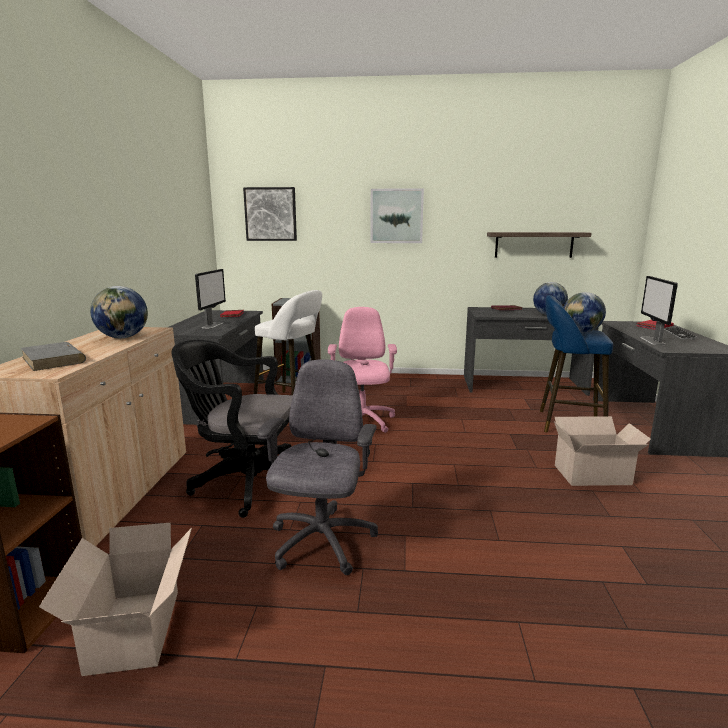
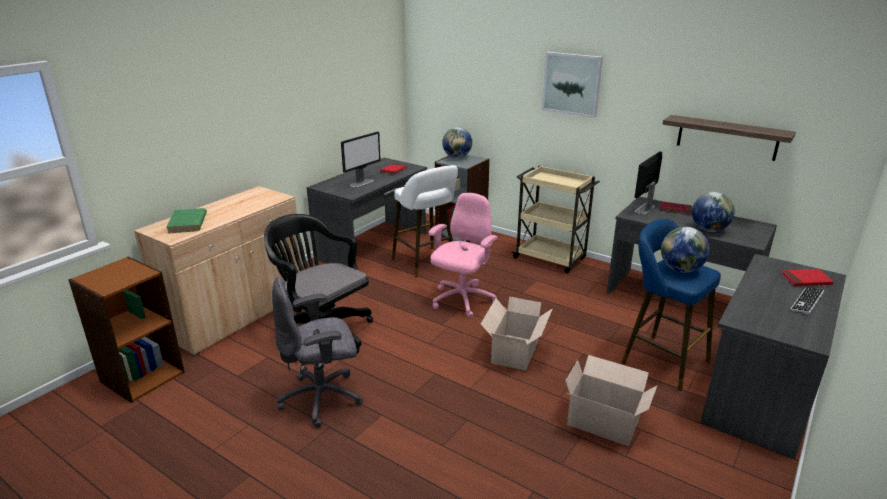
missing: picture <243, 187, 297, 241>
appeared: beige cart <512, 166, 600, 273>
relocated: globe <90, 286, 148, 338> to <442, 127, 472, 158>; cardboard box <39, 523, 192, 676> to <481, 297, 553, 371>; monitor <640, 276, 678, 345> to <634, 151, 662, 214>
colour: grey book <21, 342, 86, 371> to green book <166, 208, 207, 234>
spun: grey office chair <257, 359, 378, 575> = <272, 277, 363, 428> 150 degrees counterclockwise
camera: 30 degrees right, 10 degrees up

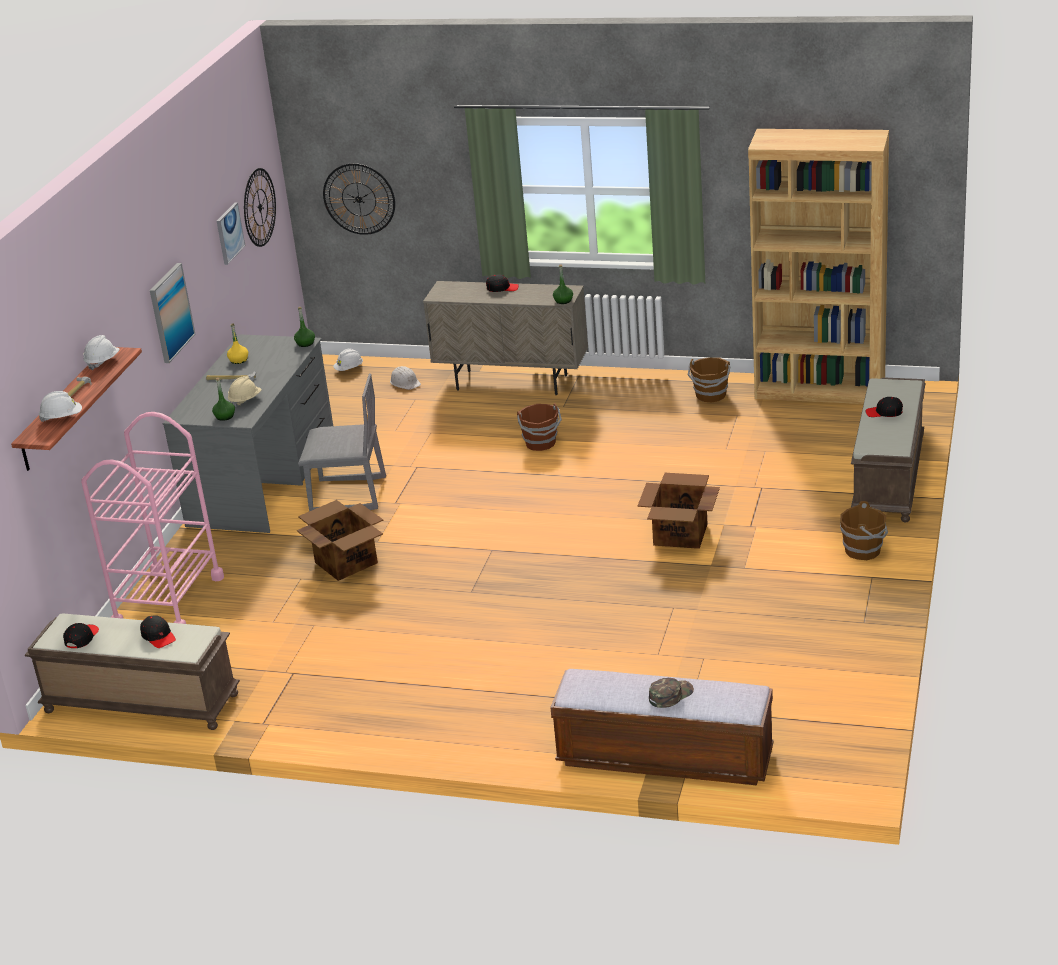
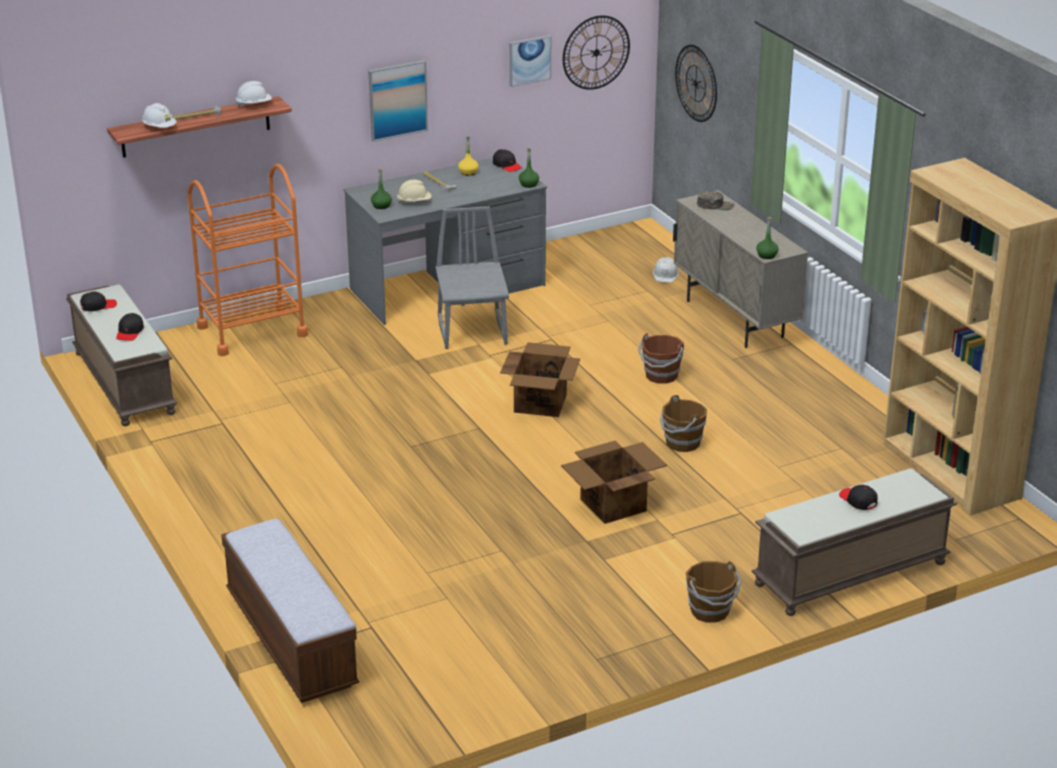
missing: white hard hat <333, 348, 363, 371>
relocated: black cap <486, 275, 519, 292> to <493, 149, 522, 172>; cardboard box <297, 500, 384, 581> to <500, 342, 580, 417>; brown bucket <688, 357, 731, 402> to <660, 395, 707, 452>; green cap <649, 678, 694, 708> to <697, 191, 735, 211>
colour: pink cart <81, 412, 224, 624> to orange cart <187, 164, 308, 356>
spun: grey chair <298, 373, 386, 511> = <435, 206, 509, 349> 150 degrees counterclockwise
camera: 45 degrees right, 0 degrees up

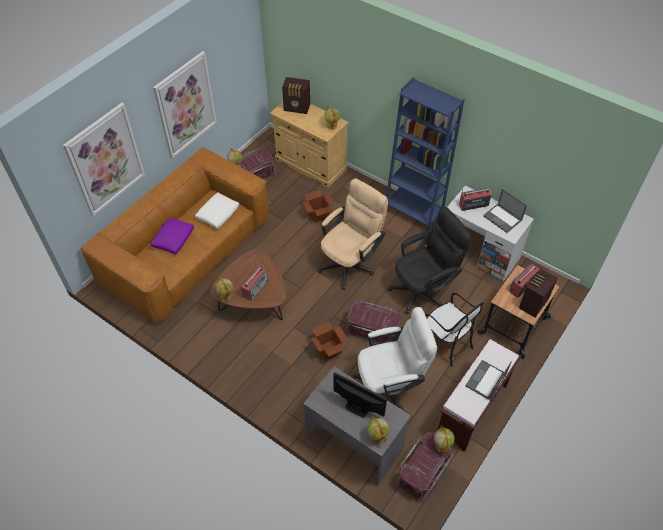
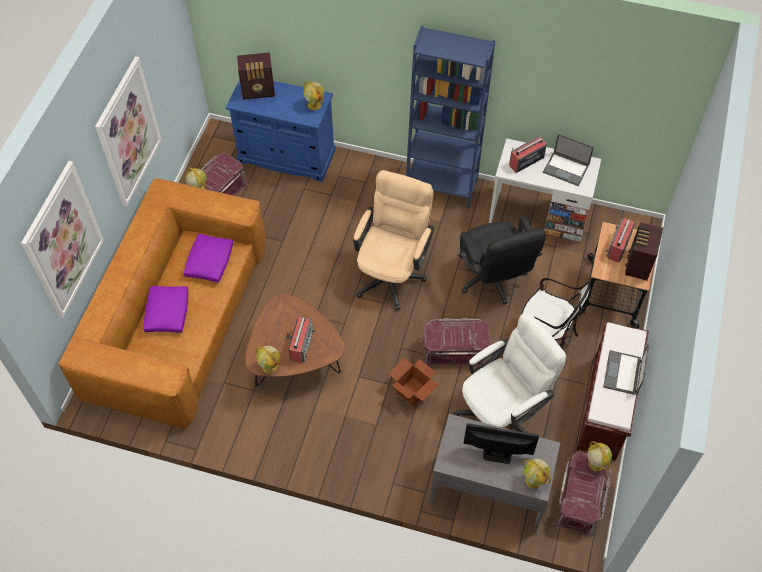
missing: cardboard box <302, 190, 334, 223>
colour: white pillow <195, 193, 239, 229> to purple pillow <183, 234, 233, 283>; beige cabinet <270, 102, 349, 188> to blue cabinet <226, 79, 335, 182>
spun: black office chair <388, 207, 472, 314> = <458, 215, 546, 305> 120 degrees clockwise
camera: 20 degrees left, 5 degrees up

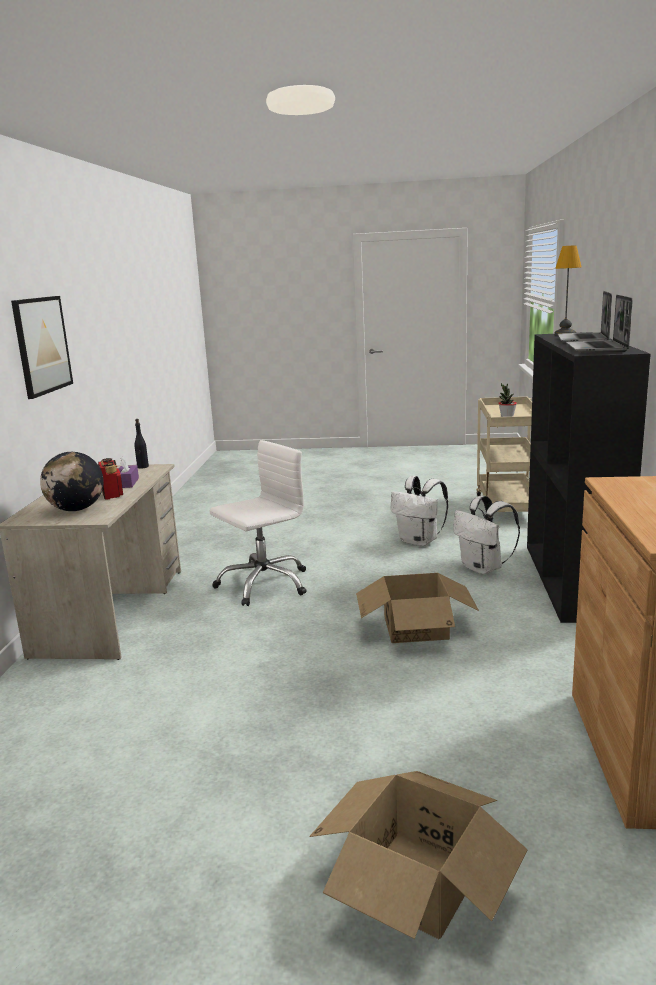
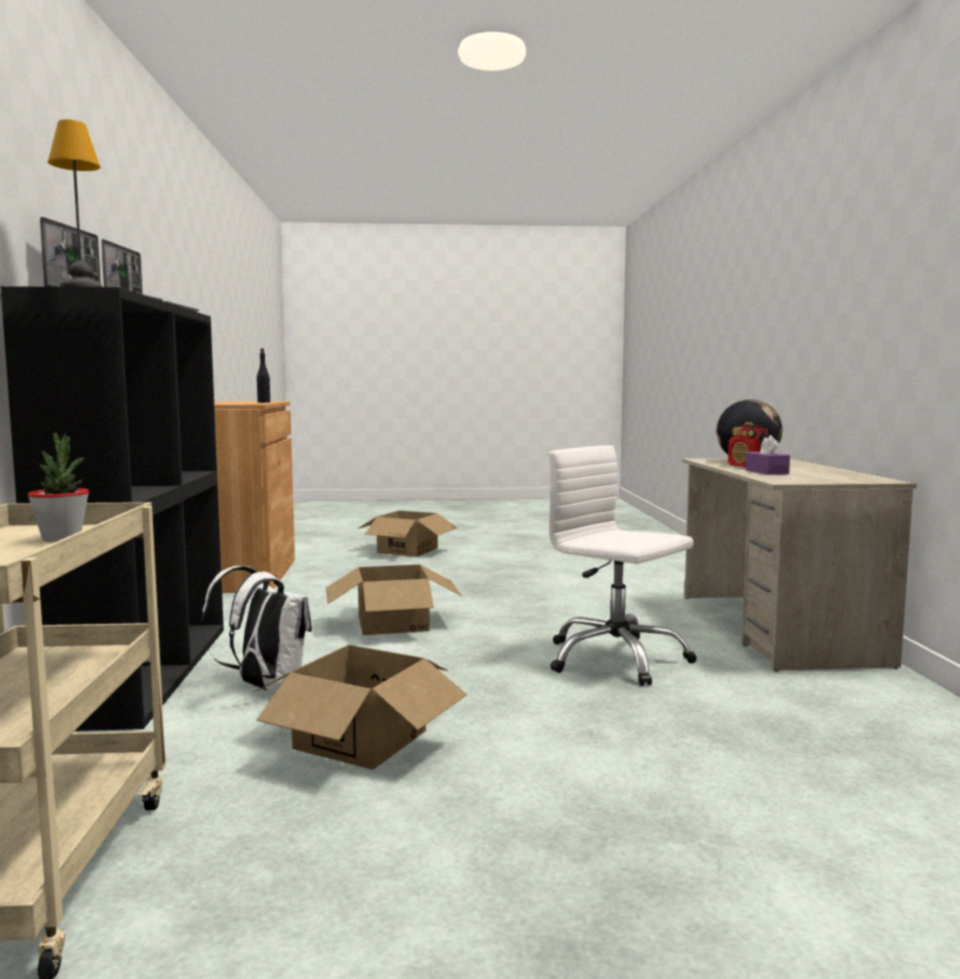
missing: picture <11, 296, 73, 399>
relocated: black bottle <134, 419, 149, 469> to <257, 348, 270, 403>
exchanged: white backpack <391, 476, 448, 546> to cardboard box <254, 645, 467, 769>
spun: white office chair <210, 440, 307, 606> = <549, 445, 697, 686> 90 degrees clockwise
camera: 170 degrees right, 10 degrees down

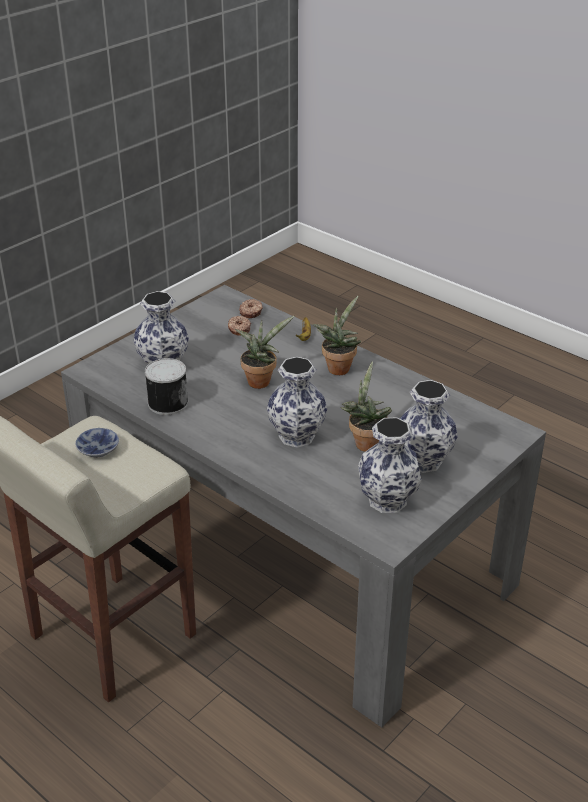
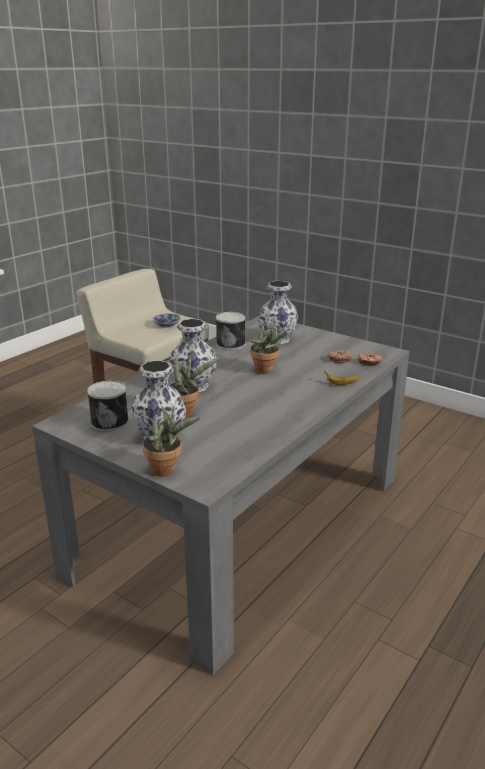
relocated: potted plant <312, 296, 361, 375> to <142, 405, 201, 477>
exchanged: vase <358, 418, 421, 513> to can <87, 381, 129, 431>
camera: 85 degrees right, 10 degrees down

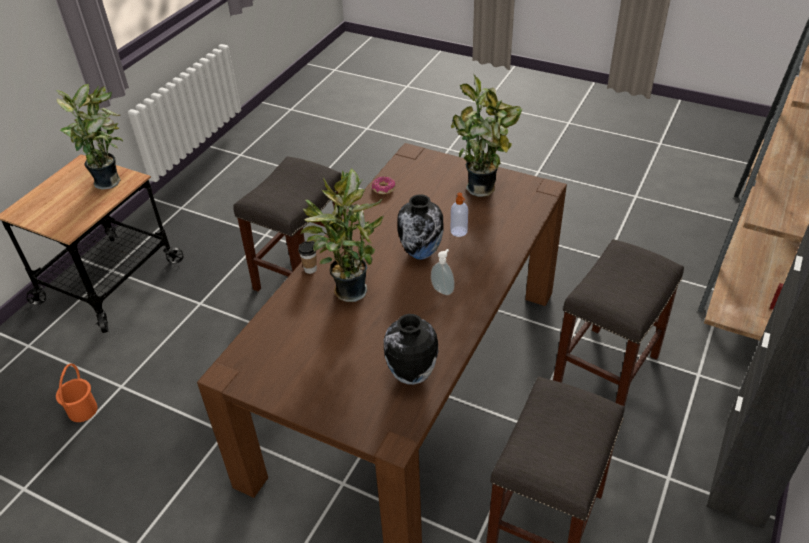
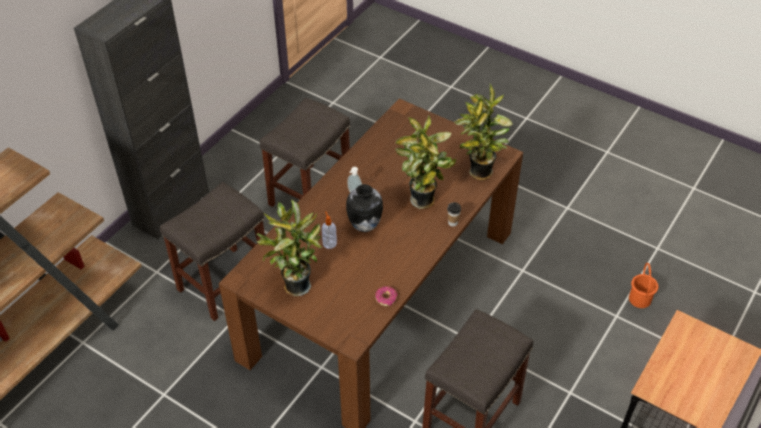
missing: vase <384, 314, 438, 385>
relocated: potted plant <54, 84, 123, 189> to <454, 84, 512, 180>
camera: 175 degrees left, 5 degrees up

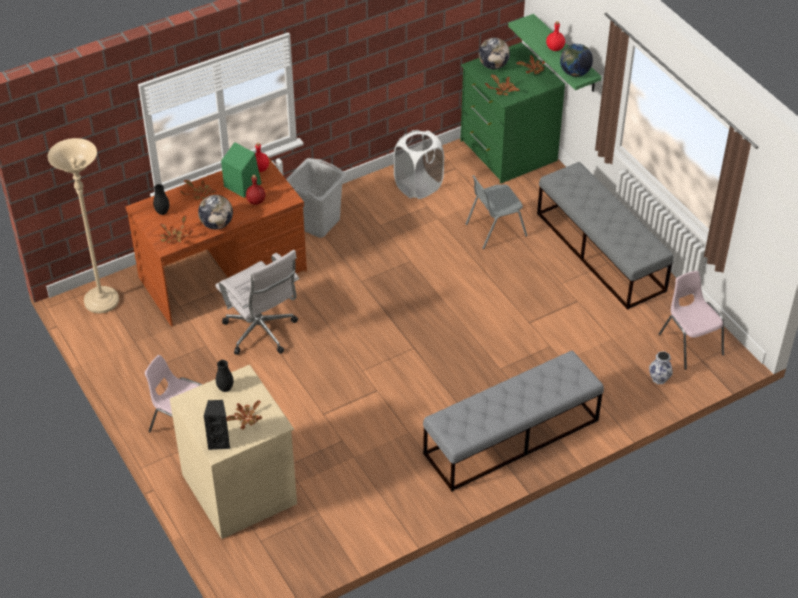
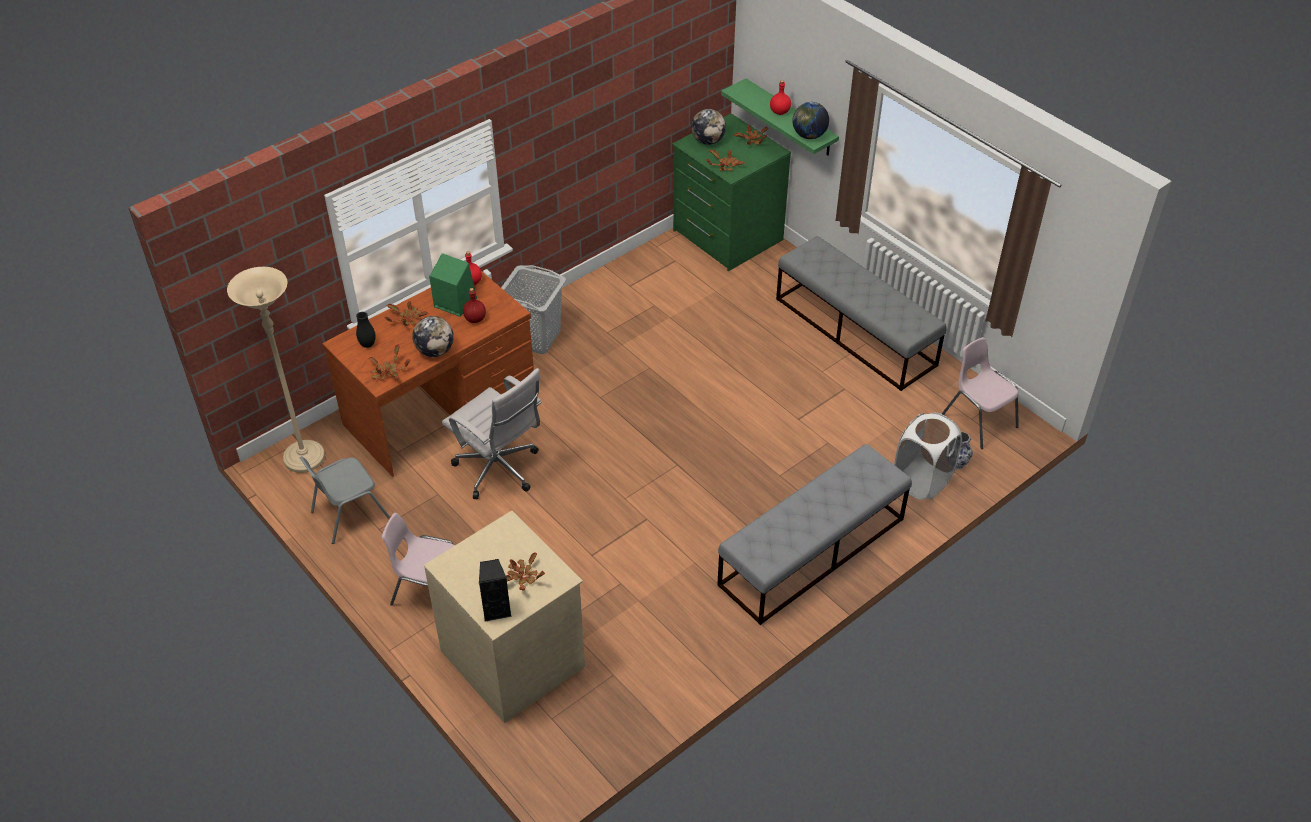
missing: black vase <216, 360, 234, 392>
relocated: grey chair <466, 175, 527, 249> to <299, 456, 390, 544>; white laundry basket <394, 130, 444, 199> to <894, 412, 962, 500>
camera: 10 degrees left, 0 degrees up

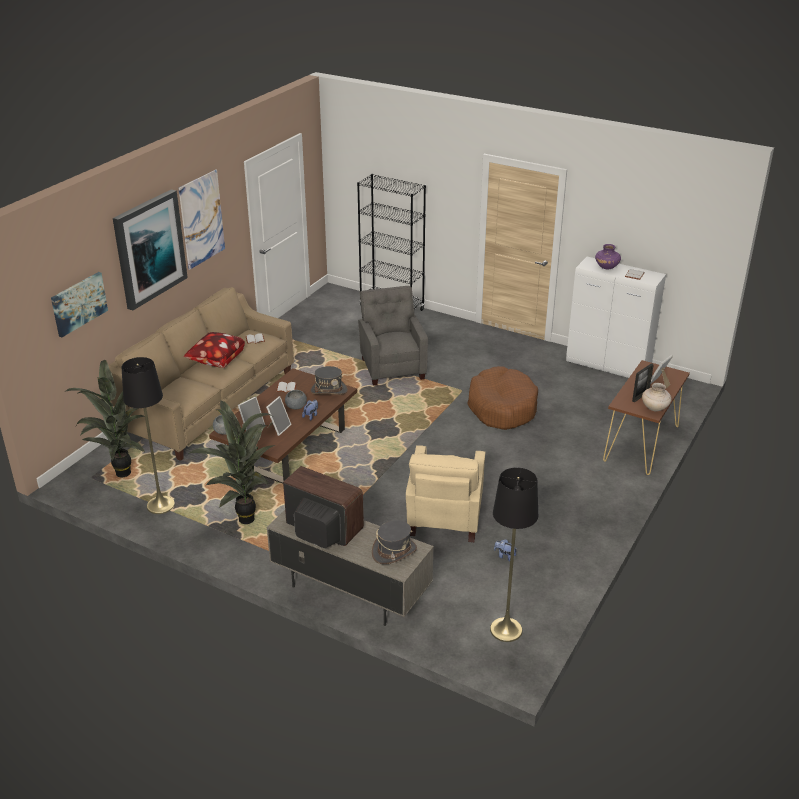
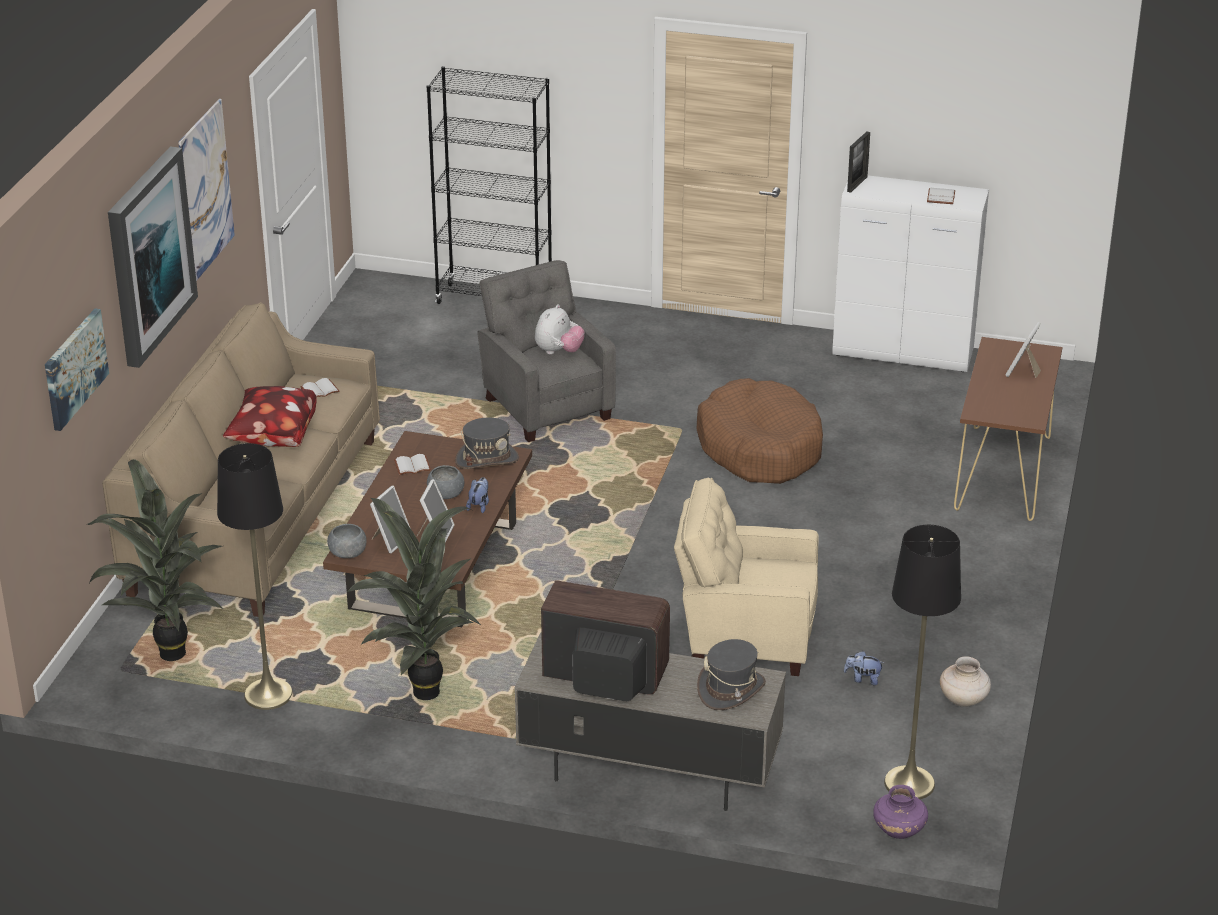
appeared: plush toy <535, 304, 585, 354>
relocated: picture frame <632, 363, 654, 402> to <847, 132, 870, 193>; purple vase <595, 244, 621, 269> to <873, 785, 928, 839>; beige vase <642, 383, 671, 411> to <940, 656, 991, 707>
spun: beige armchair <406, 445, 486, 542> = <674, 478, 819, 676> 105 degrees clockwise
camera: 15 degrees left, 0 degrees up

